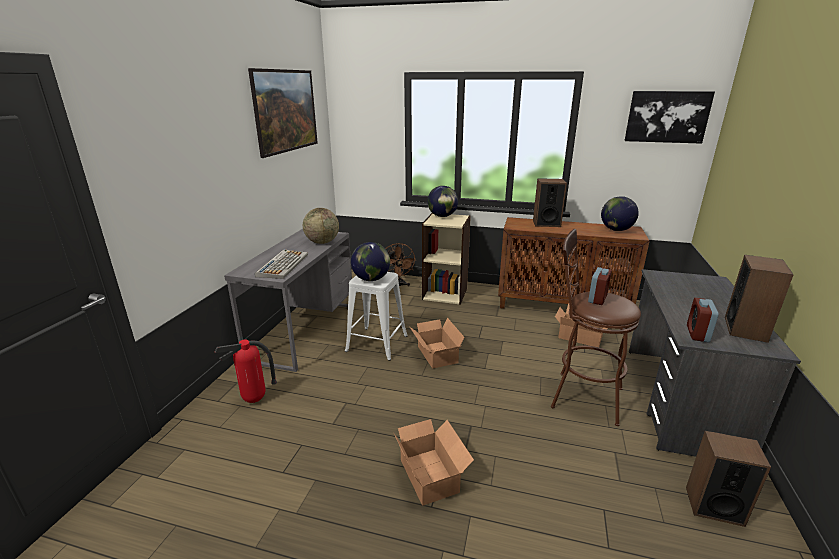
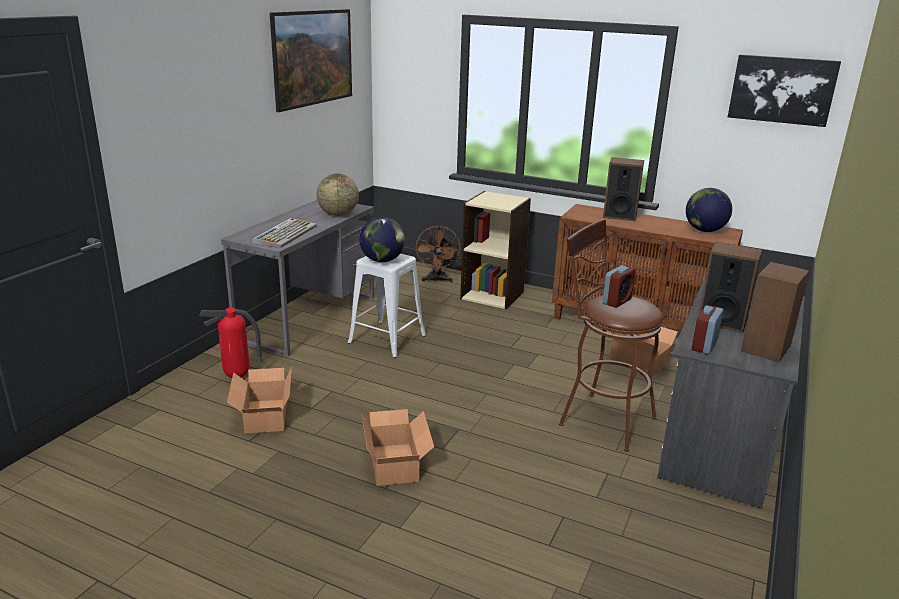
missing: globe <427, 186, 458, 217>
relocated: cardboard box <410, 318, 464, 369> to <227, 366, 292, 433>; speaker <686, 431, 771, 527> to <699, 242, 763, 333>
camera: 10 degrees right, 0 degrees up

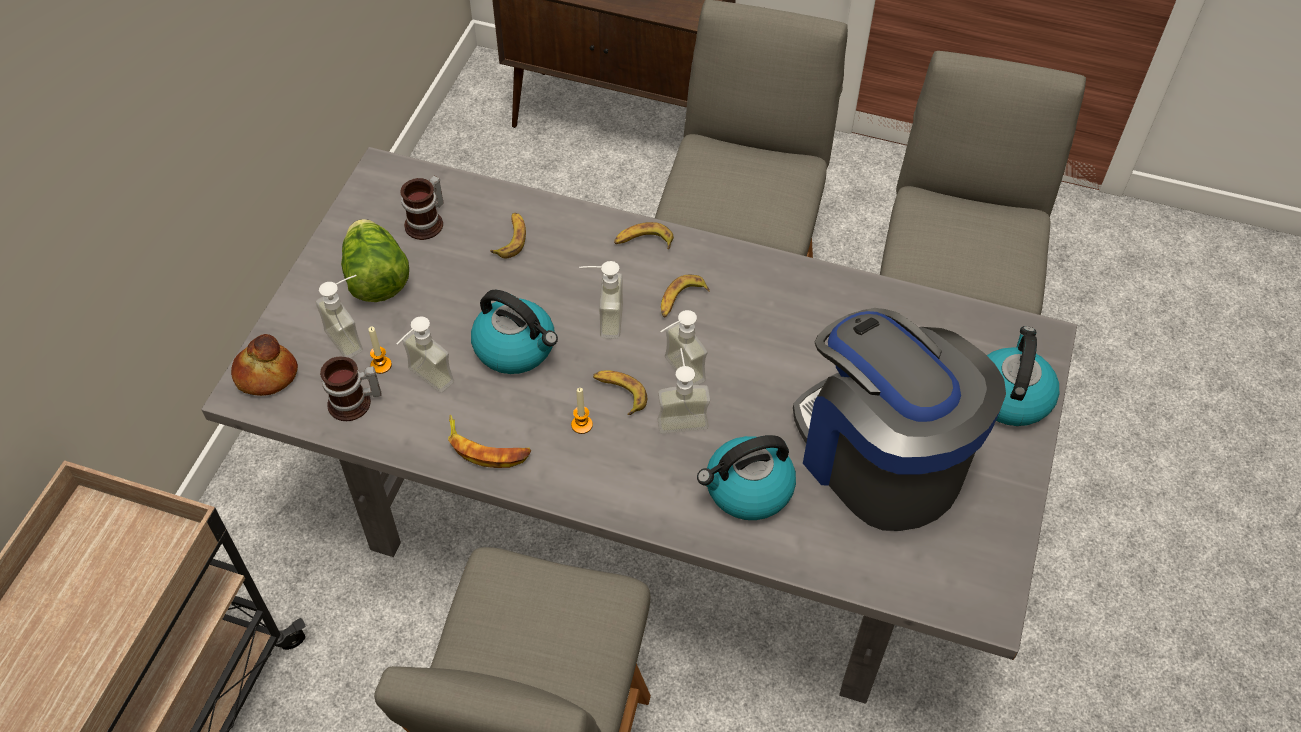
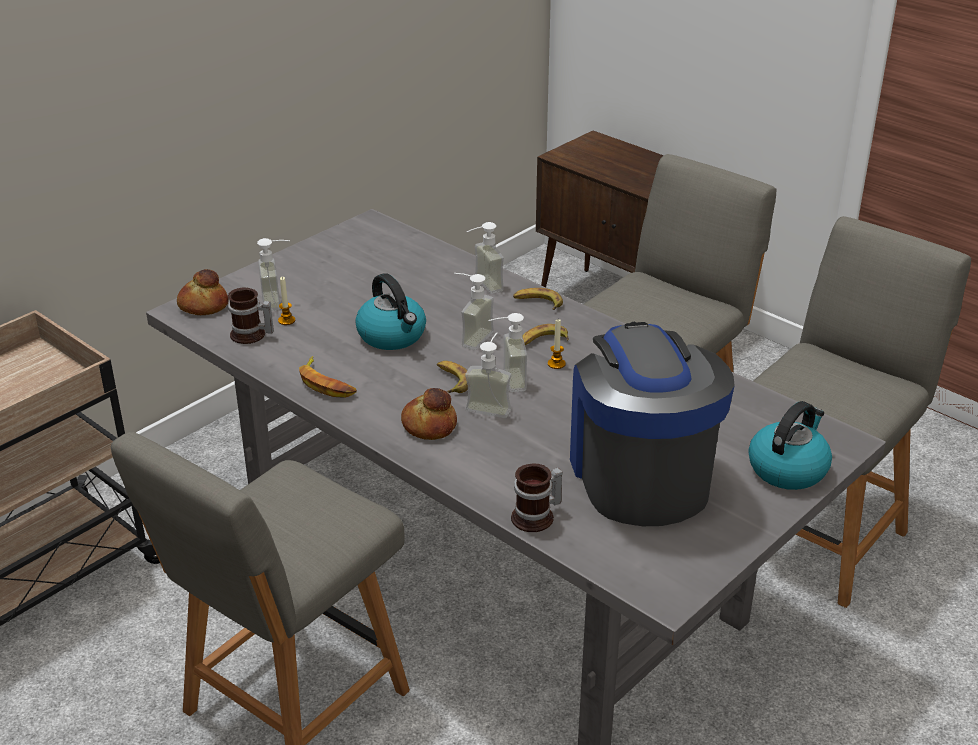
missing: lettuce <341, 219, 409, 302>; banana <490, 213, 526, 258>; kettle <697, 435, 796, 520>
appeared: bread <401, 388, 457, 440>
relocated: soap dispenser <397, 316, 454, 393> to <467, 222, 504, 294>; mug <400, 175, 443, 240> to <511, 464, 563, 532>; candle <571, 388, 593, 434> to <548, 319, 566, 369>
camera: 25 degrees right, 20 degrees down

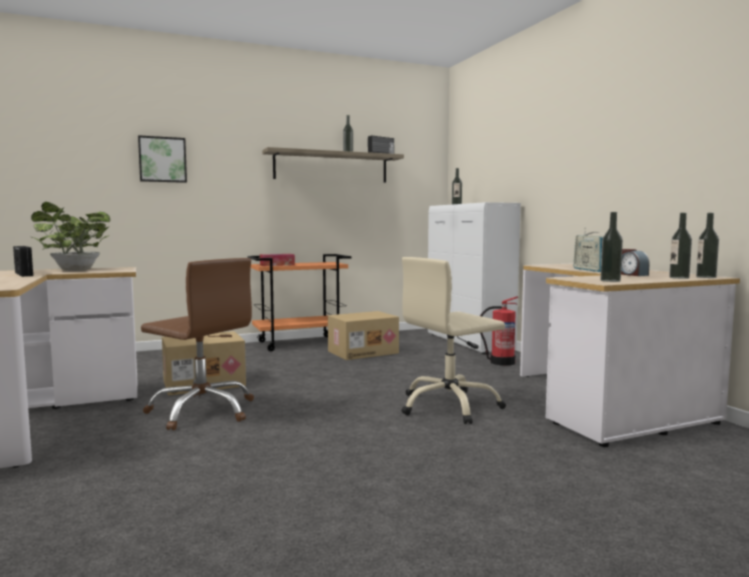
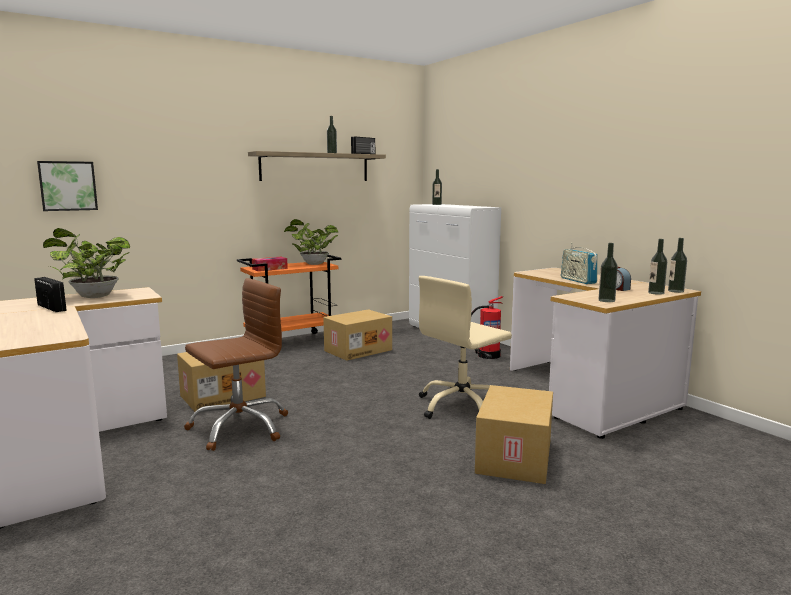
appeared: potted plant <284, 219, 338, 265>; cardboard box <475, 385, 553, 484>
relocated: picture <138, 135, 187, 183> to <37, 161, 98, 211>
spun: brown office chair <141, 258, 254, 430> = <184, 278, 288, 451> 60 degrees counterclockwise
camera: 10 degrees left, 5 degrees up

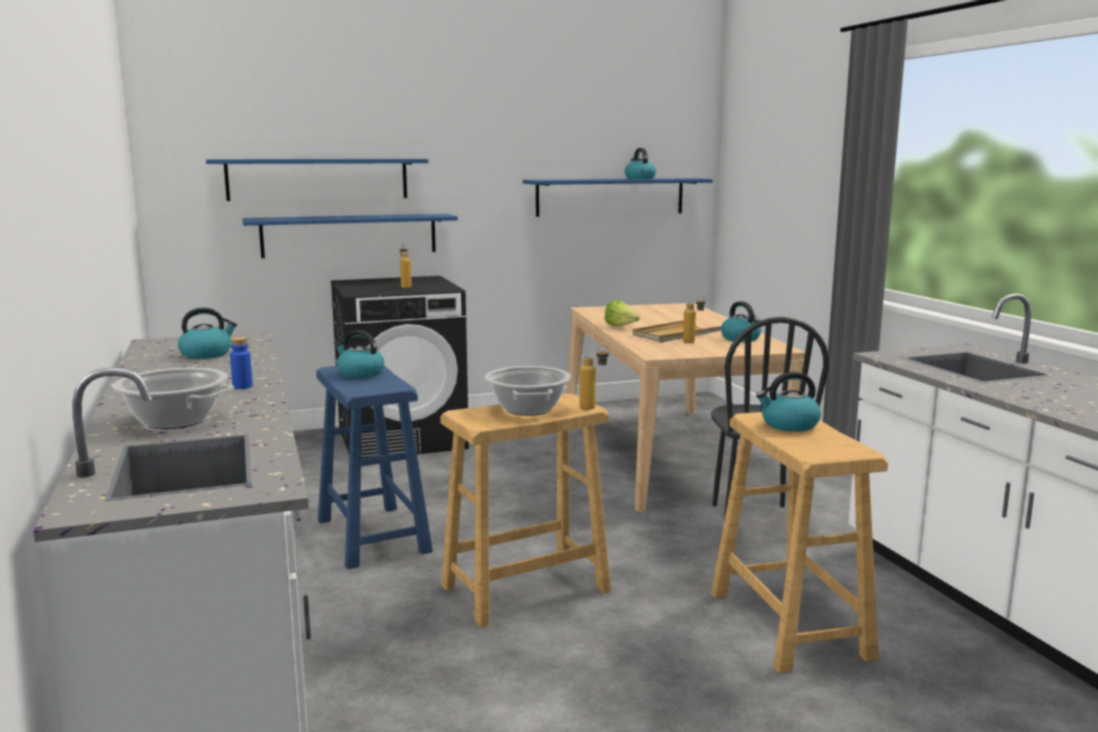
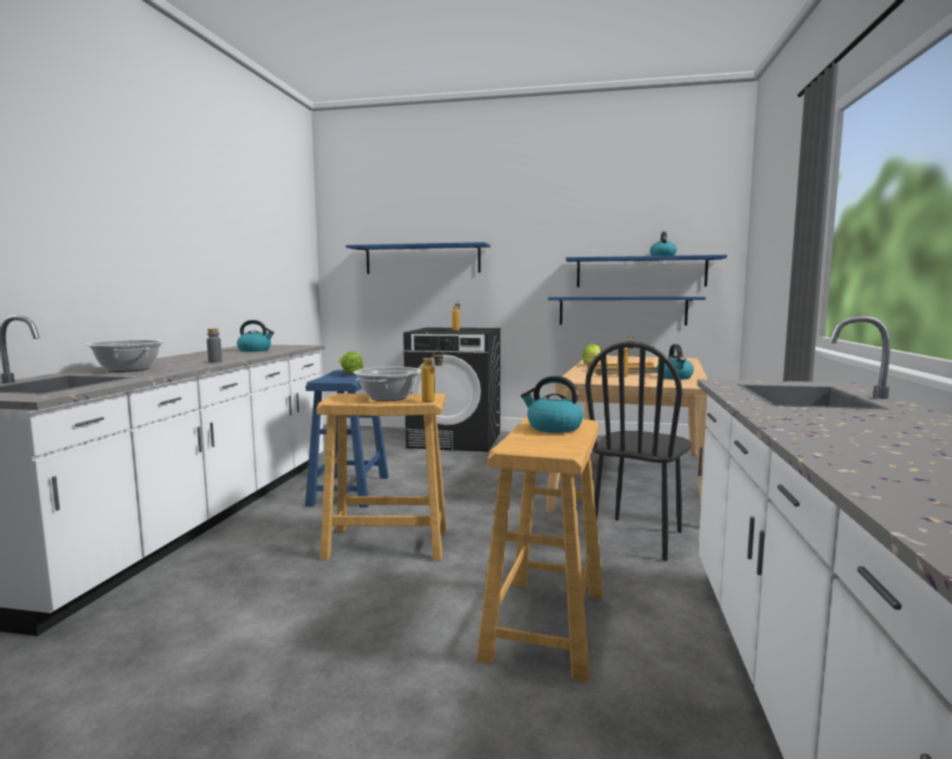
relocated: blue shelf <243, 214, 458, 258> to <548, 297, 706, 325>
exchanged: kettle <335, 330, 384, 378> to lettuce <339, 351, 363, 374>
colour: blue bottle <230, 337, 253, 389> to grey bottle <207, 329, 222, 362>
camera: 30 degrees right, 5 degrees down

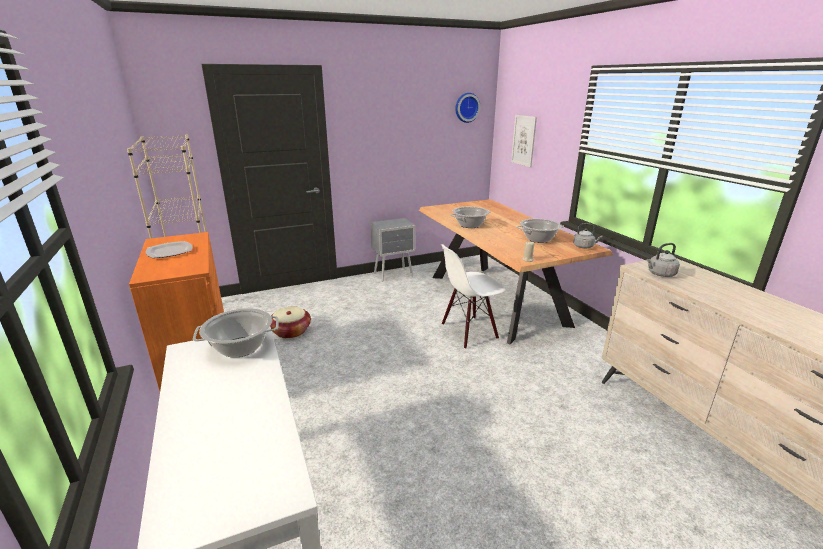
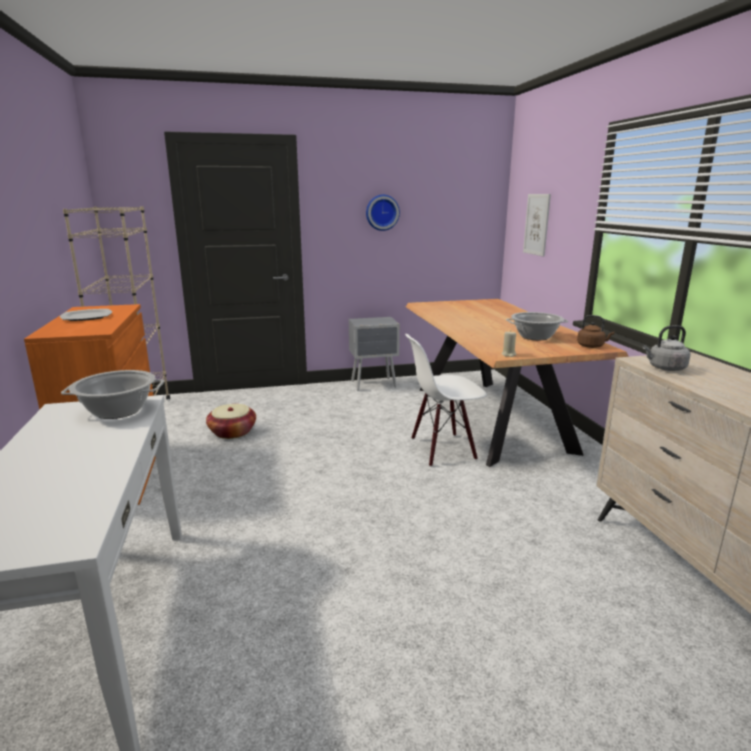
missing: cooking pot <450, 207, 491, 228>
relocated: wall clock <455, 93, 480, 123> to <366, 195, 400, 231>
colour: grey kettle <573, 223, 602, 248> to brown kettle <577, 315, 614, 348>
camera: 10 degrees right, 5 degrees down

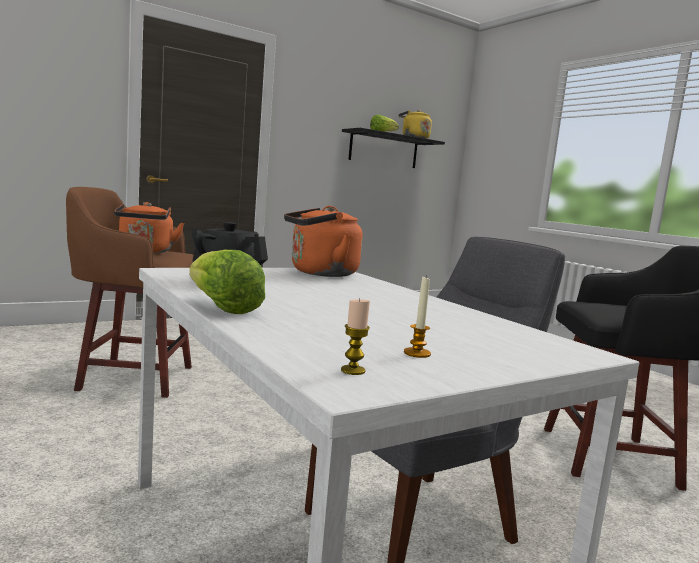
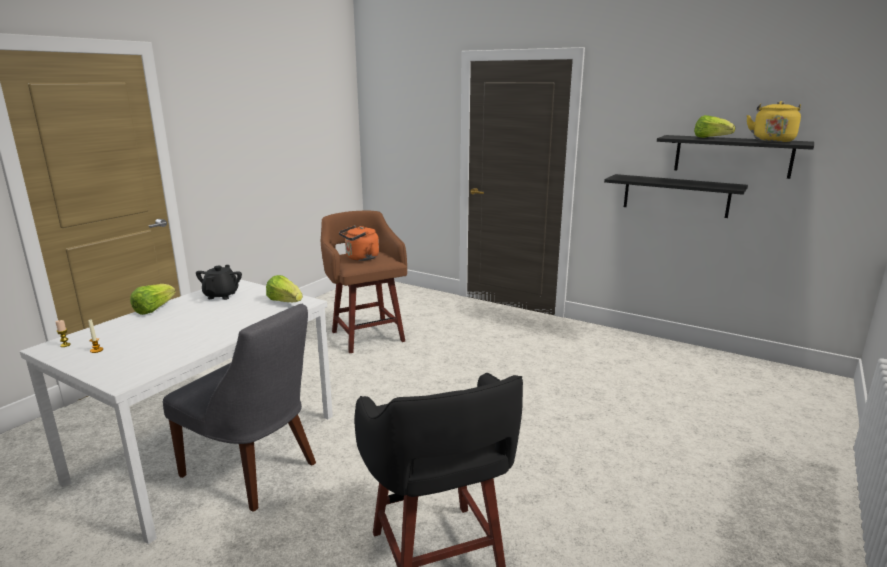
appeared: black shelf <604, 174, 748, 218>
exchanged: orange kettle <284, 206, 363, 277> to lettuce <266, 275, 303, 302>
camera: 65 degrees right, 10 degrees up

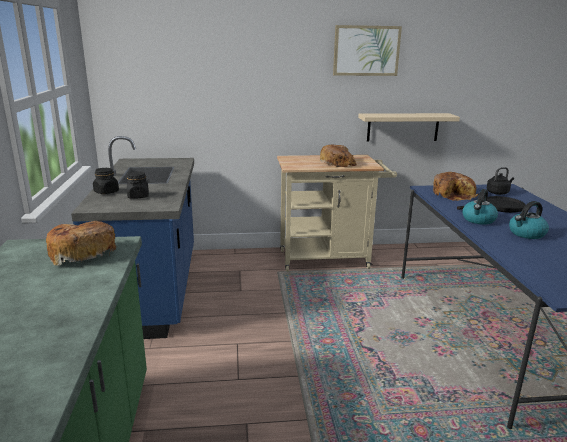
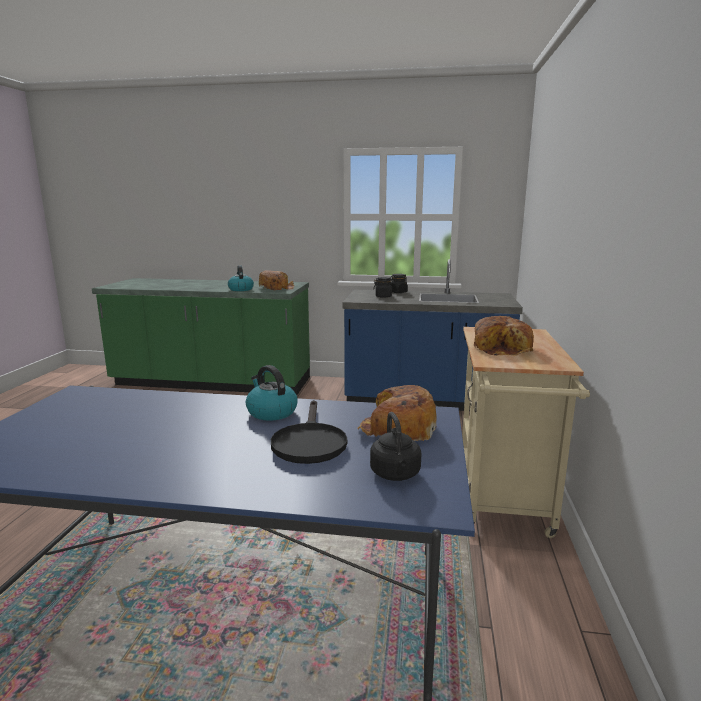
missing: picture <333, 25, 402, 76>; beige shelf <358, 113, 460, 142>
relocated: kettle <509, 201, 549, 239> to <228, 265, 254, 291>
camera: 105 degrees right, 5 degrees down

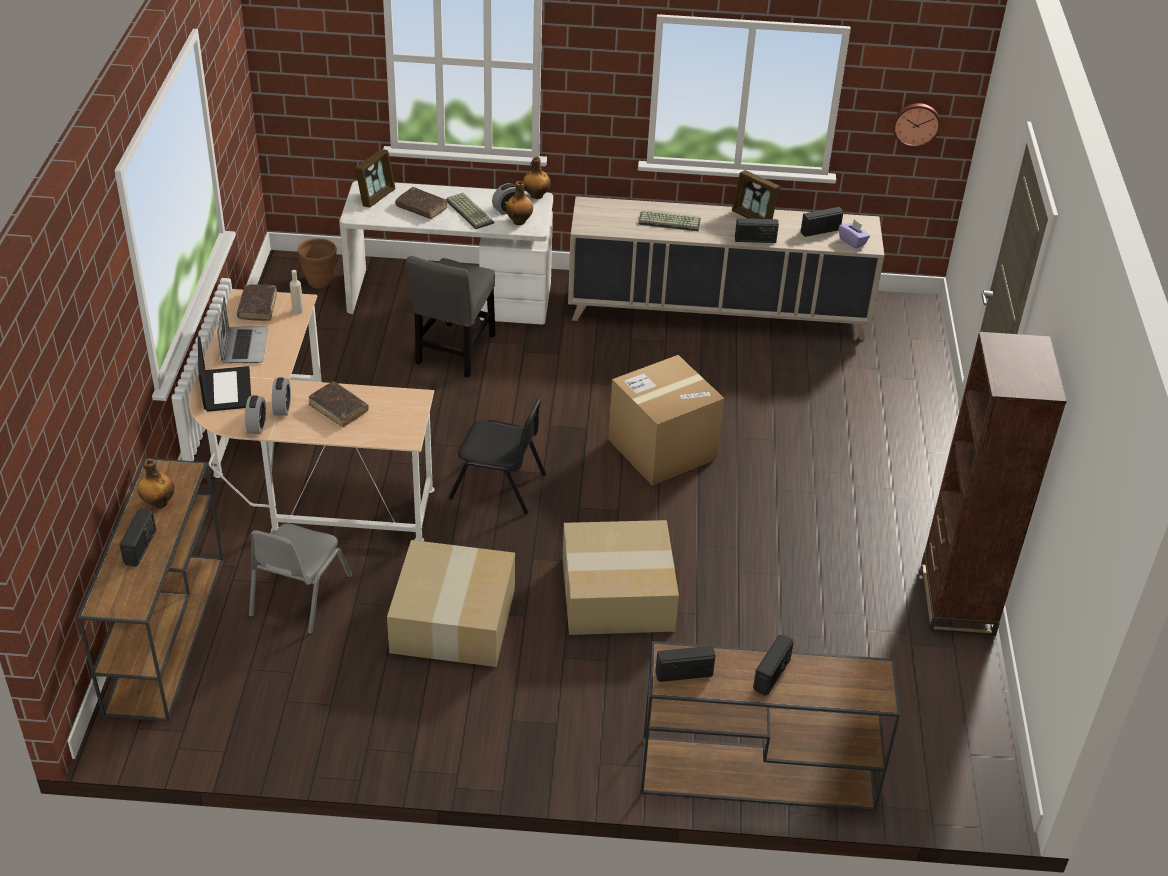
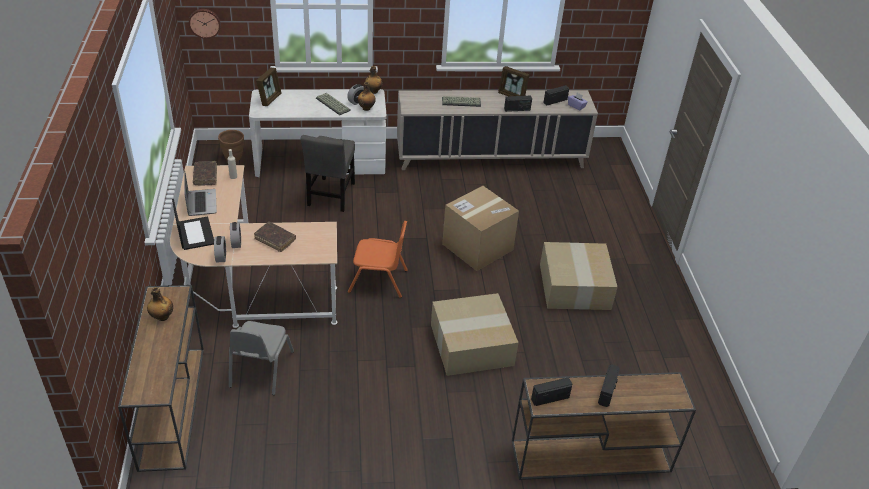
missing: radio <119, 508, 156, 567>; brown book <395, 187, 448, 219>; brown bookcase <921, 332, 1067, 636>
relocated: wall clock <892, 103, 941, 148> to <189, 9, 221, 39>; cardboard box <387, 540, 515, 667> to <540, 242, 618, 310>
colour: black chair <449, 398, 546, 514> to orange chair <348, 221, 408, 298>
camera: 10 degrees left, 0 degrees up

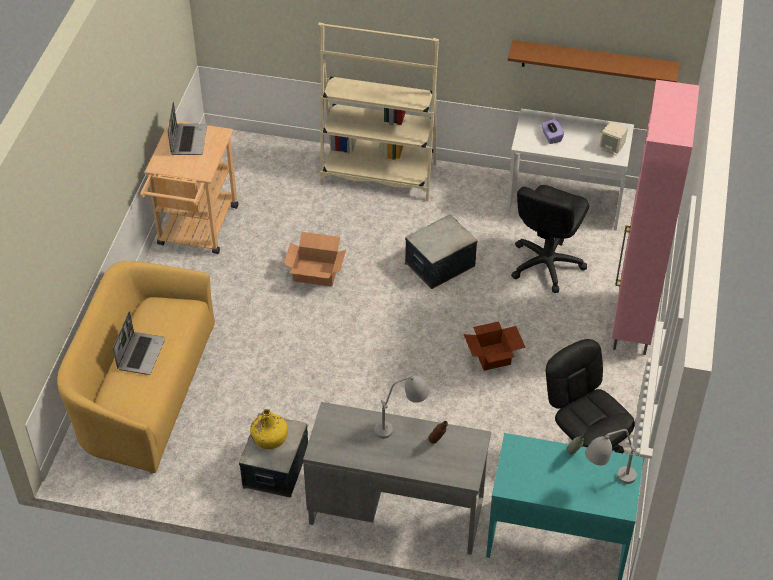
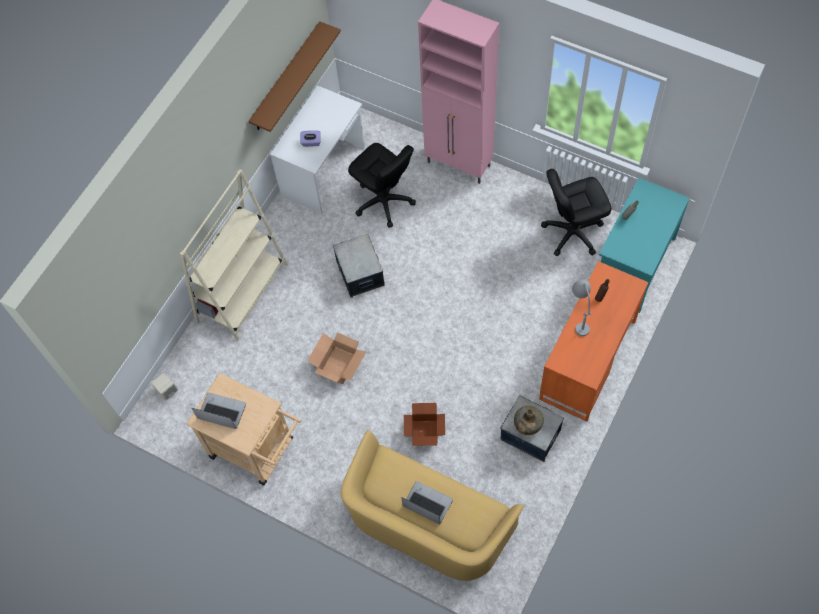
missing: grey table lamp <585, 429, 637, 484>
relocated: beige speaker <599, 122, 628, 156> to <151, 373, 178, 401>; cardboard box <463, 322, 526, 371> to <404, 403, 445, 446>
colour: yellow bottle <250, 409, 288, 449> to green bottle <514, 406, 544, 435>; grey desk <303, 402, 491, 555> to orange desk <539, 261, 648, 421>
camera: 70 degrees left, 15 degrees up

